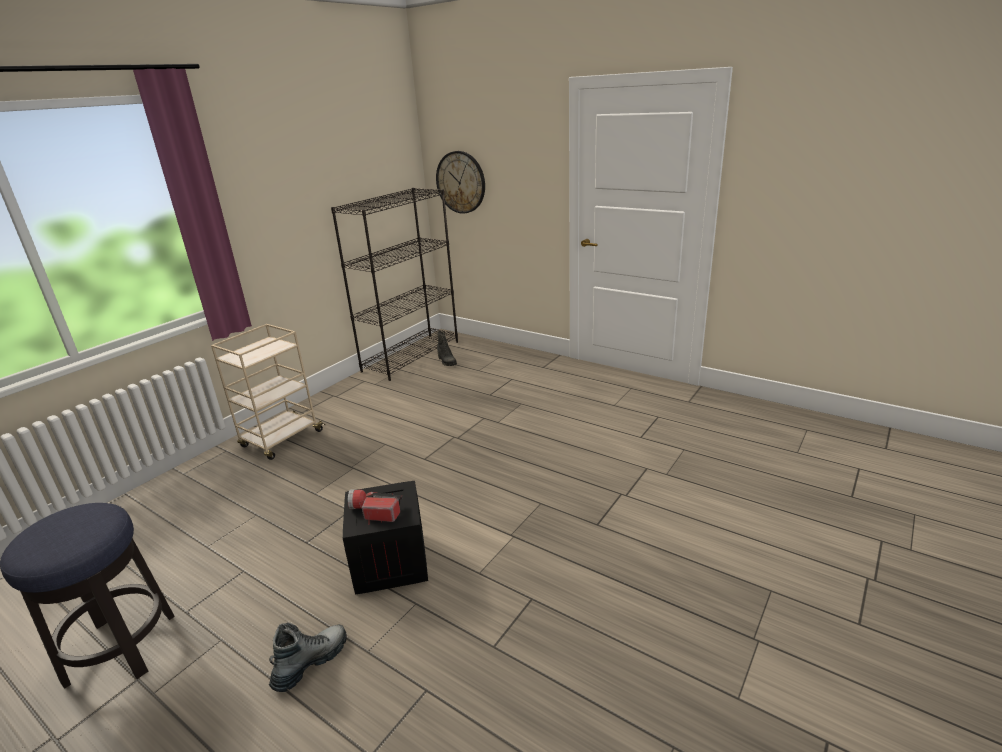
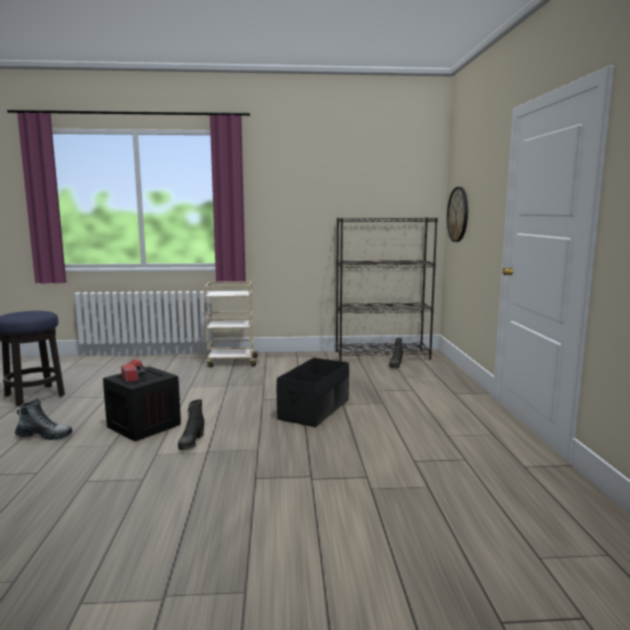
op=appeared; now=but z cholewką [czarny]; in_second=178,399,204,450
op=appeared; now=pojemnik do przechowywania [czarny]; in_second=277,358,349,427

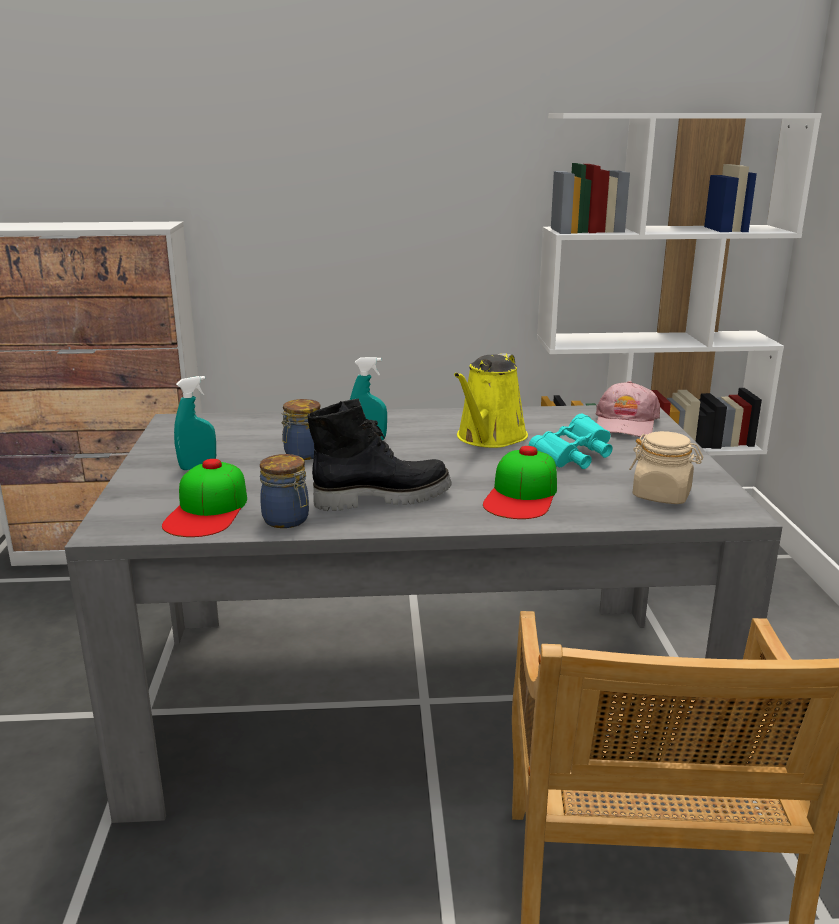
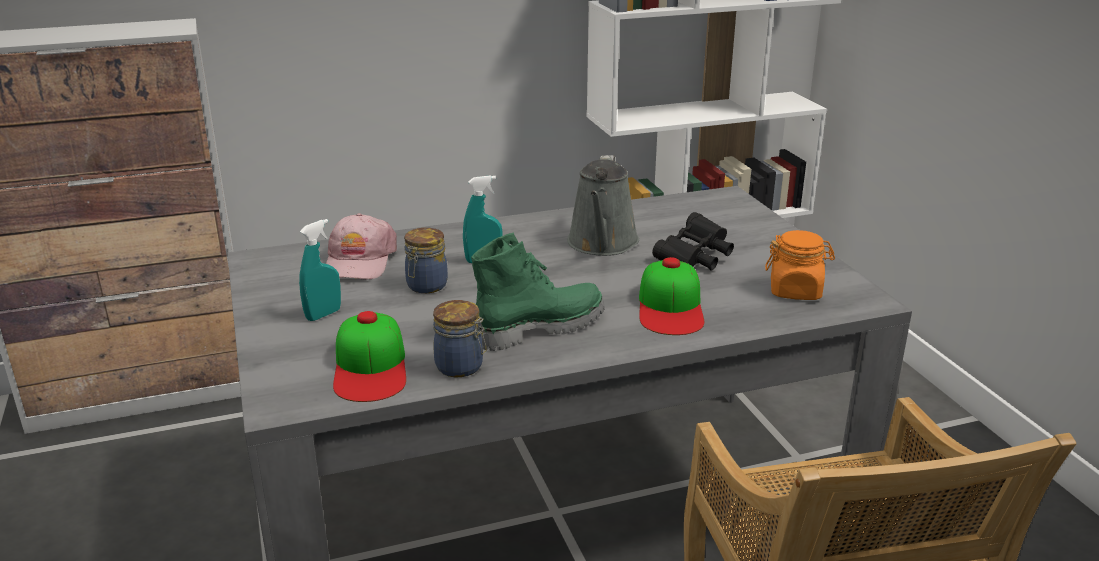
op=relocated; was=czapka z daszkiem [różowy]; in_first=596,381,660,437; in_second=326,213,397,280
op=colour; was=but z cholewką [czarny]; now=but z cholewką [zielony]; in_first=307,398,452,511; in_second=471,232,605,351
op=colour; was=konewka [żółty]; now=konewka [szary]; in_first=454,353,528,448; in_second=567,155,639,256
op=colour; was=lornetka [turkusowy]; now=lornetka [czarny]; in_first=528,413,613,469; in_second=652,212,734,271
op=colour; was=słoik [beżowy]; now=słoik [pomarańczowy]; in_first=629,431,703,504; in_second=765,230,835,300

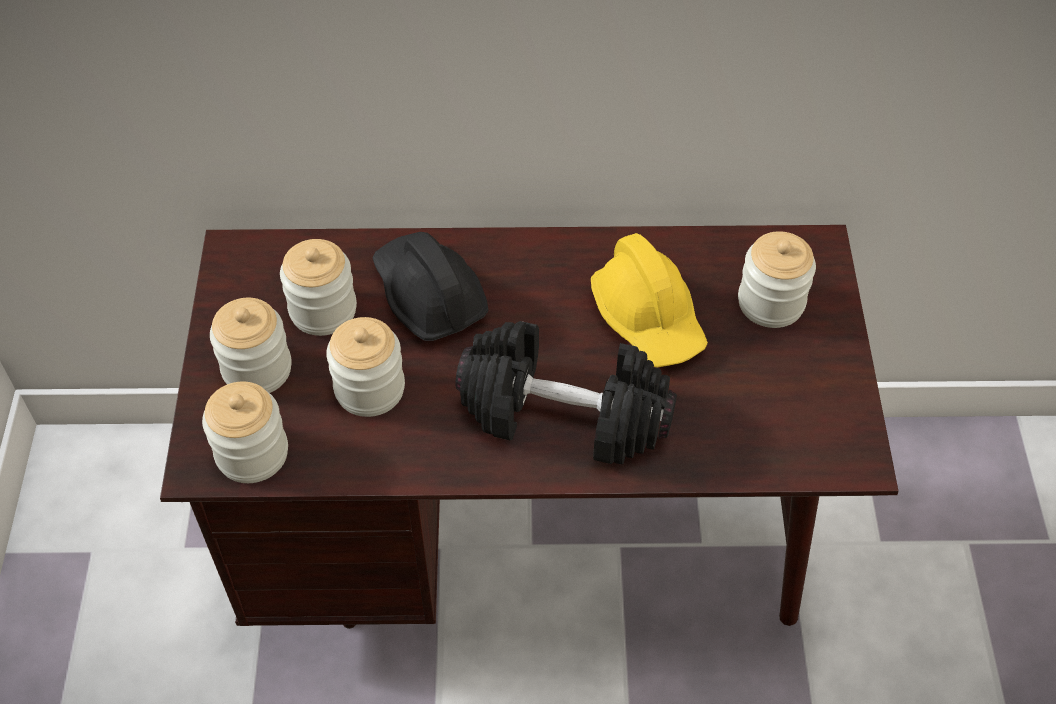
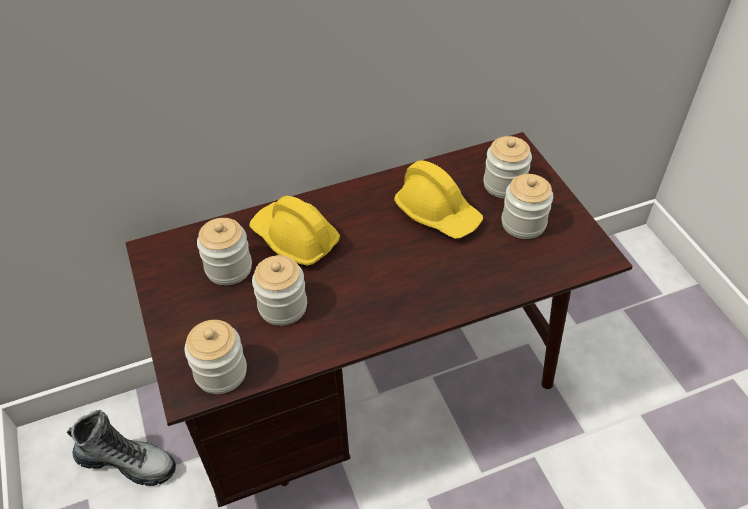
op=appeared; now=but z cholewką; in_second=67,410,176,486
op=colour; was=kask [czarny]; now=kask [żółty]; in_first=373,232,489,341; in_second=249,196,340,267
op=relocated; was=słoik; in_first=210,298,292,393; in_second=501,174,553,239
op=missing; was=hantel [czarny]; in_first=456,321,677,464

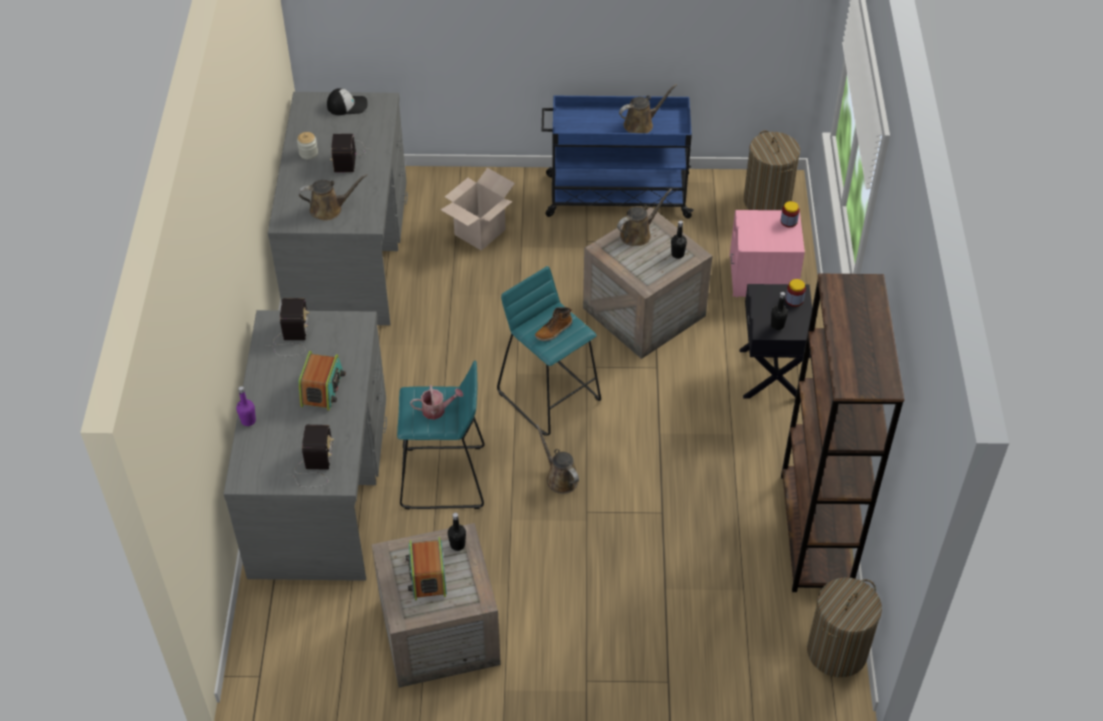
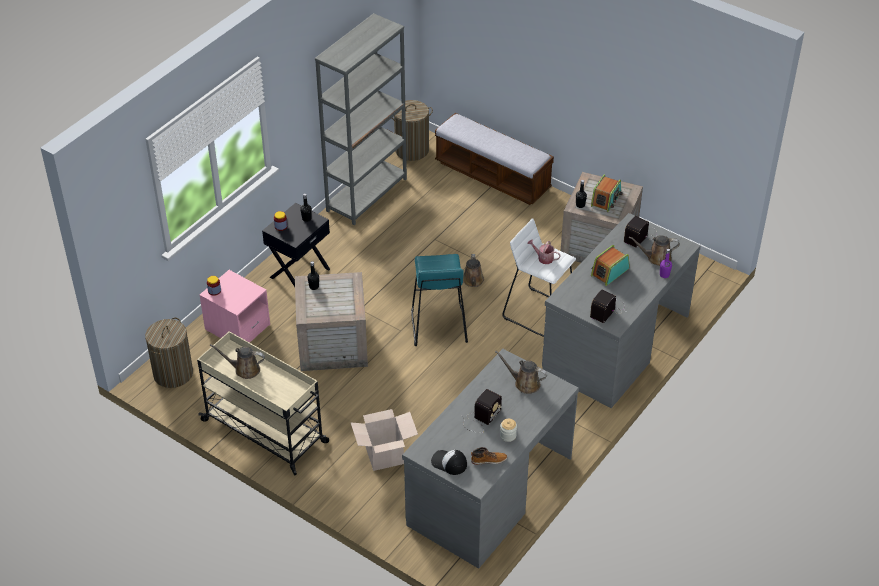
op=colour; was=wózek [niebieski]; now=wózek [beżowy]; in_first=542,96,694,218; in_second=197,331,329,475
op=colour; was=regał [brązowy]; now=regał [szary]; in_first=781,274,905,592; in_second=315,13,407,225
op=appeared; now=ławka; in_second=435,113,554,205
op=relocated; was=but z cholewką; in_first=535,307,572,341; in_second=471,447,507,465
op=colour; was=stołek [turkusowy]; now=stołek [biały]; in_first=397,360,485,510; in_second=502,218,576,337
op=relocated; was=konewka [brązowy]; in_first=617,189,672,246; in_second=629,235,680,266

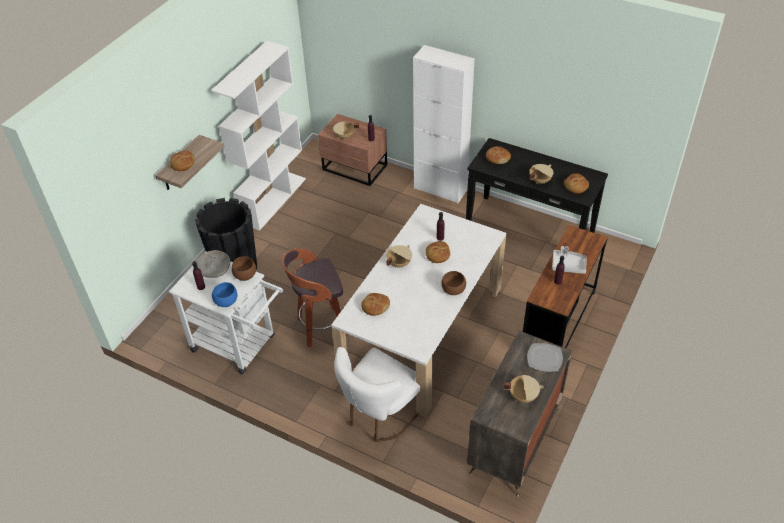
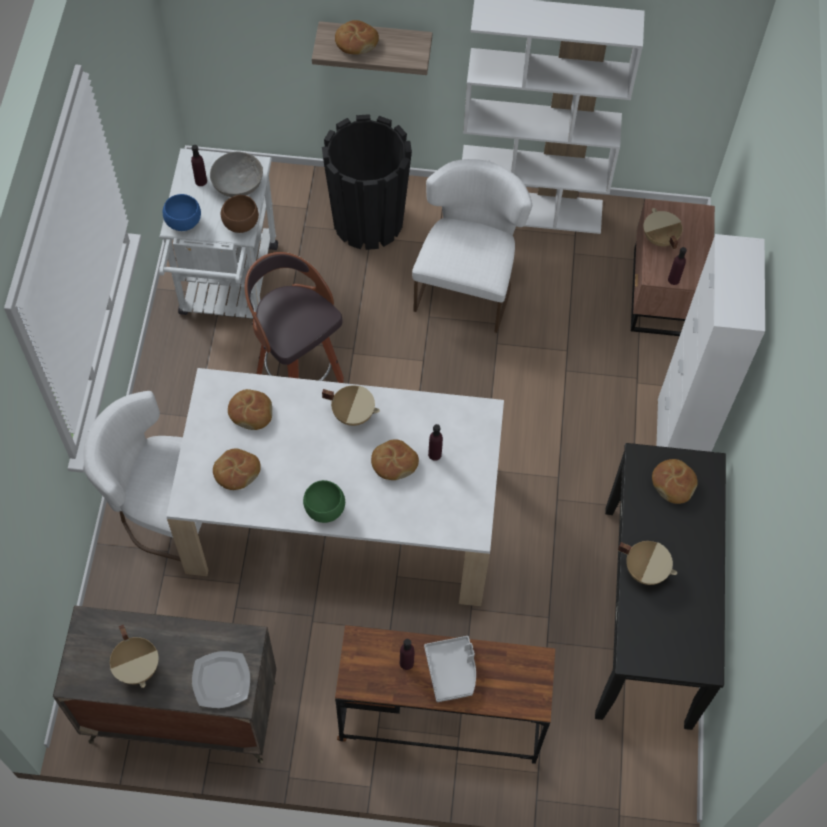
op=relocated; was=chleb; in_first=564,173,589,194; in_second=213,448,261,490
op=colour; was=miska [brązowy]; now=miska [zielony]; in_first=441,271,466,295; in_second=303,480,345,523
op=appeared; now=krzesło [biały]; in_second=412,159,532,333

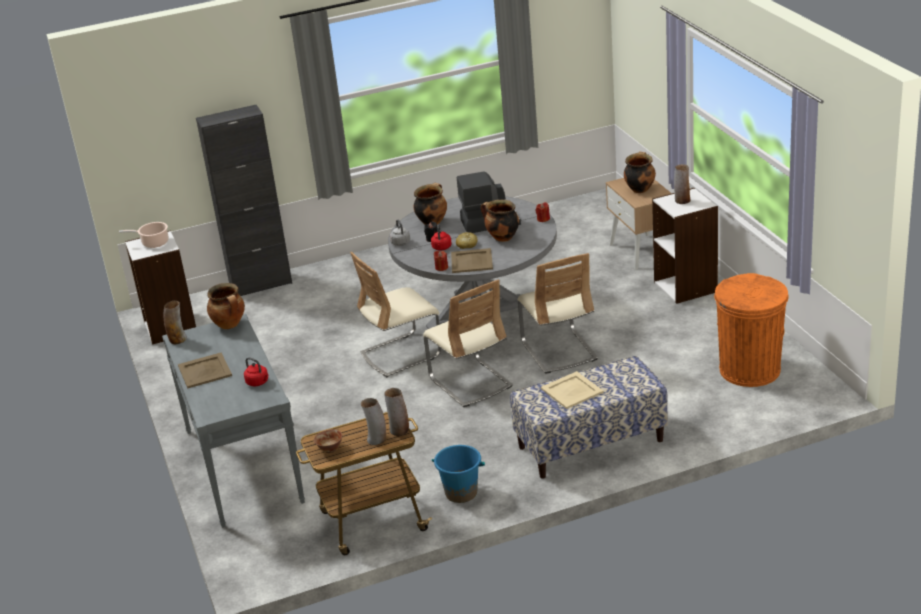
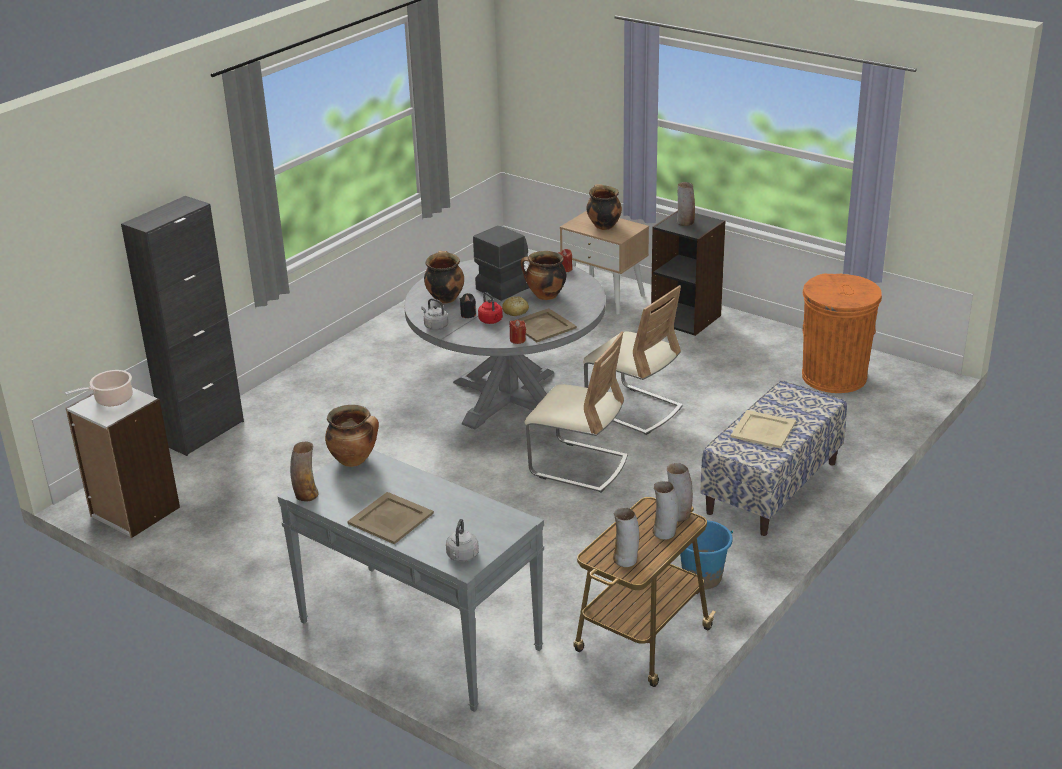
op=appeared; now=czajnik [szary]; in_second=446,519,479,562
op=exchanged; was=miska; now=wazon; in_first=314,429,342,453; in_second=613,508,639,567
op=colour; was=regał [biały]; now=regał [czarny]; in_first=652,188,718,304; in_second=651,210,725,336
op=missing; was=czajnik [czerwony]; in_first=244,357,269,386
op=missing; was=krzesło [beżowy]; in_first=350,252,441,377

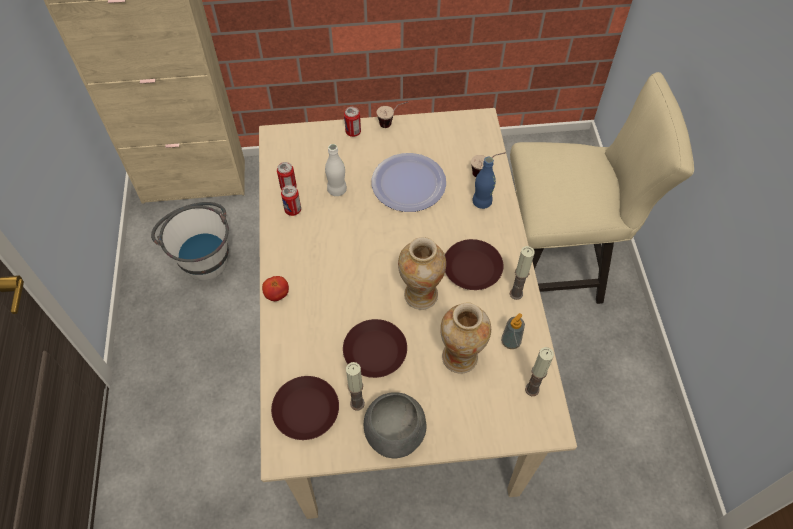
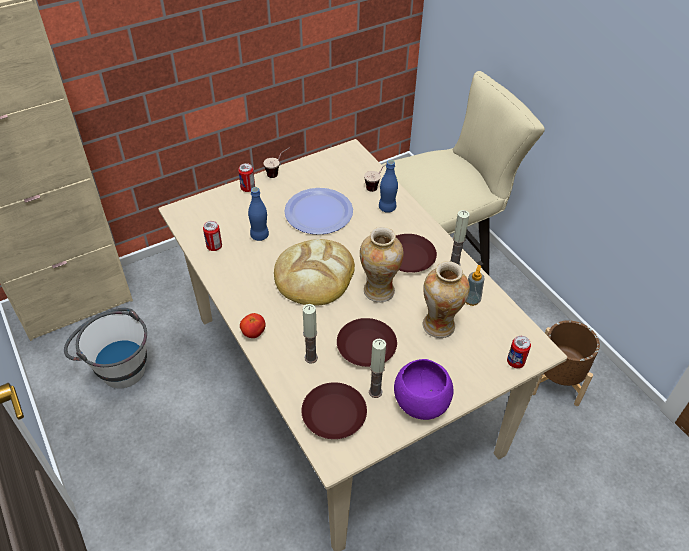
op=colour; was=butelka [biały]; now=butelka [niebieski]; in_first=325,144,347,196; in_second=248,187,269,241
op=appeared; now=chleb; in_second=274,239,355,306
op=relocated; was=świeca; in_first=525,347,554,396; in_second=303,304,318,363
op=colour; was=miska [szary]; now=miska [fioletowy]; in_first=364,392,427,458; in_second=394,359,453,420
op=relocated; was=puszka; in_first=281,185,301,216; in_second=507,336,531,368
op=appeared; now=donica [brązowy]; in_second=532,320,600,406

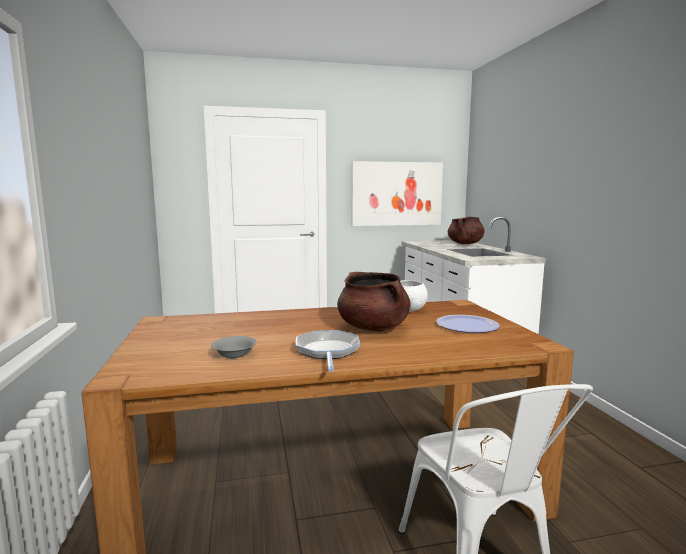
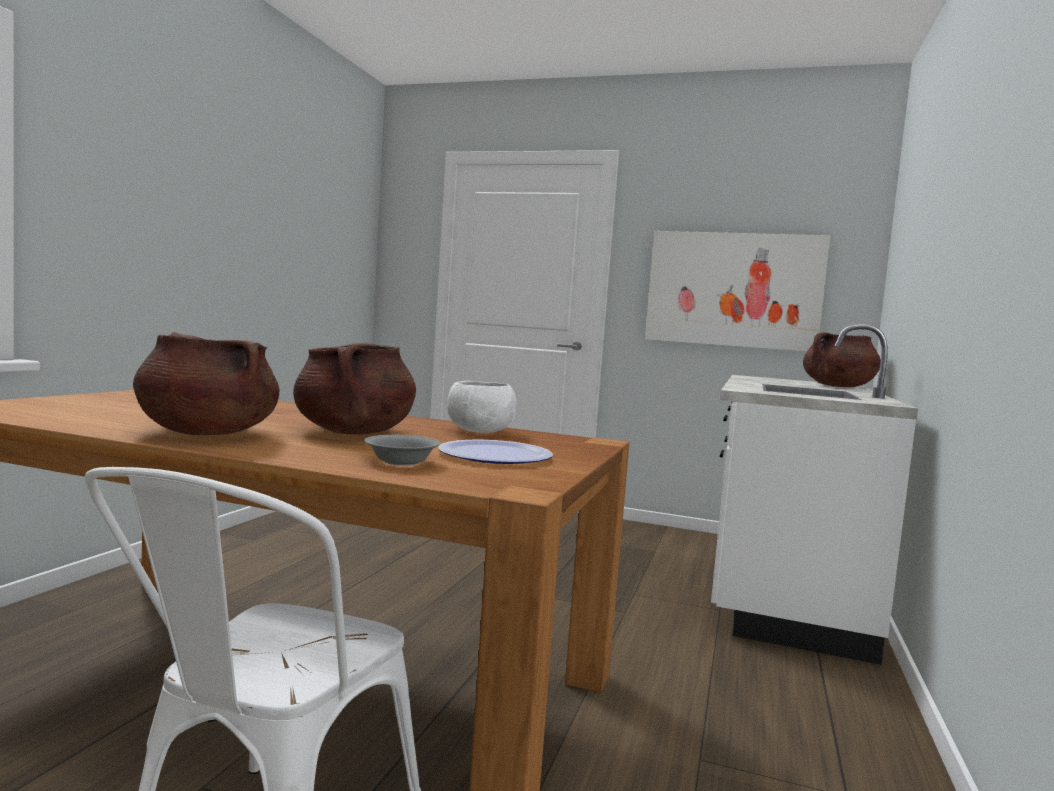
op=exchanged; was=patelnia; now=garnek [brązowy]; in_first=296,330,360,371; in_second=133,332,279,435
op=relocated; was=miska [szary]; in_first=211,336,257,359; in_second=364,435,441,466

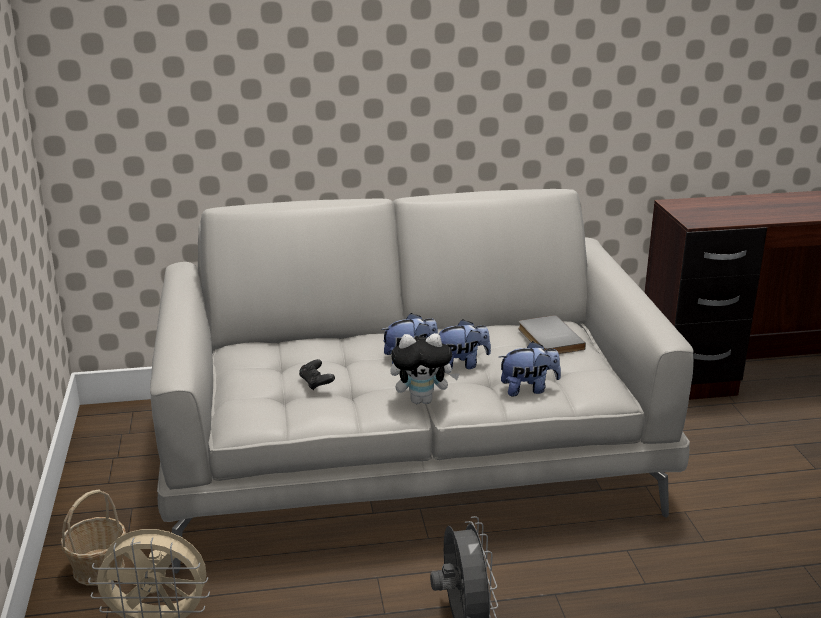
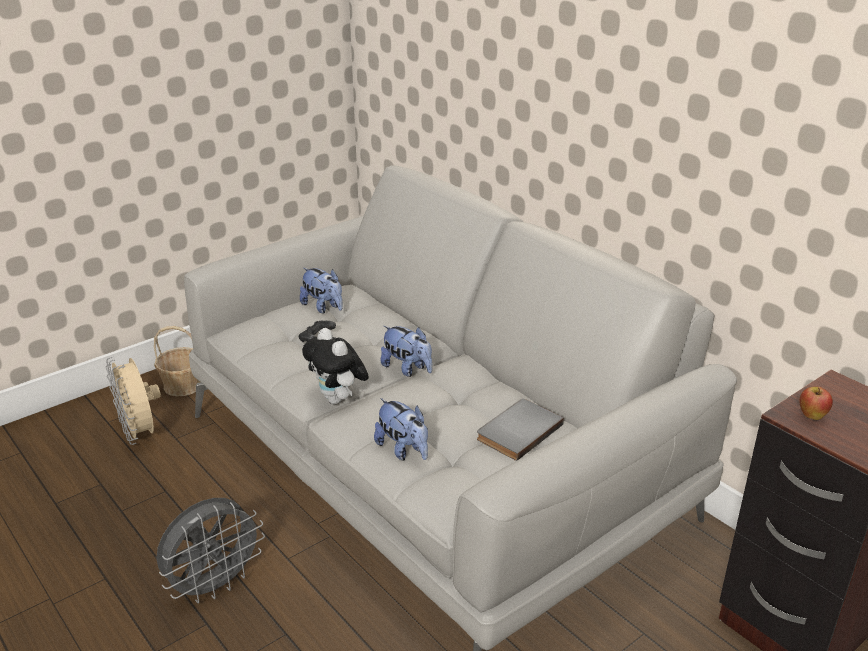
op=relocated; was=pluszak; in_first=438,319,491,373; in_second=300,268,343,314
op=appeared; now=jabłko; in_second=799,387,833,420

